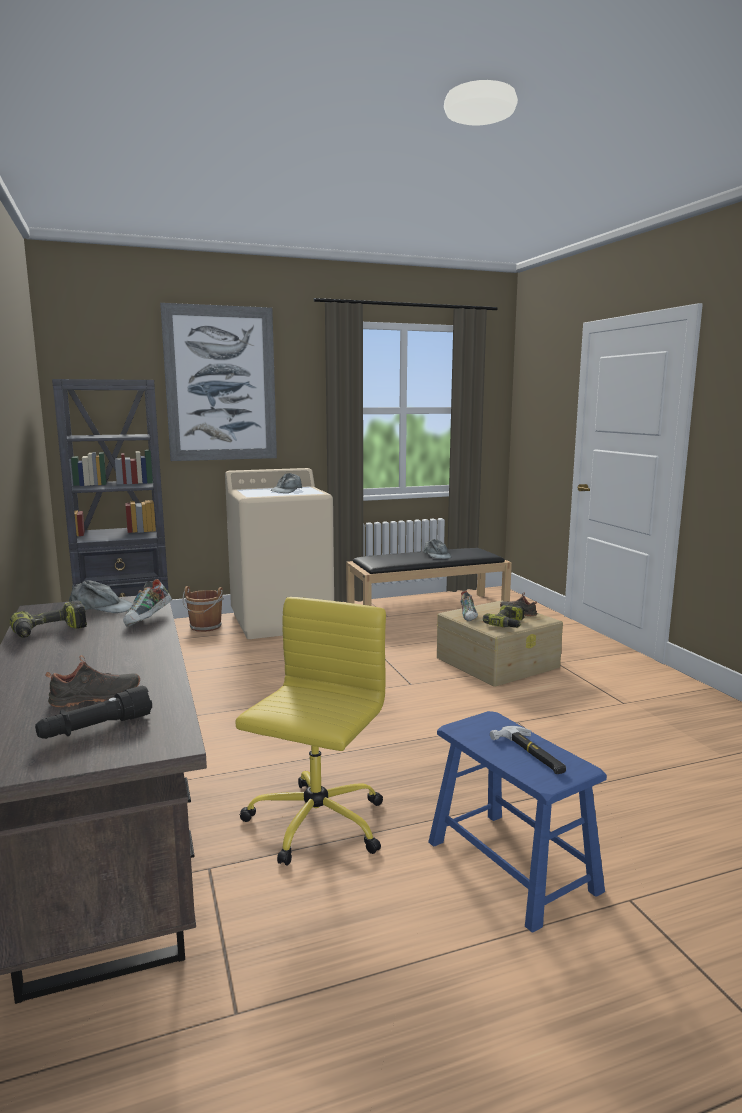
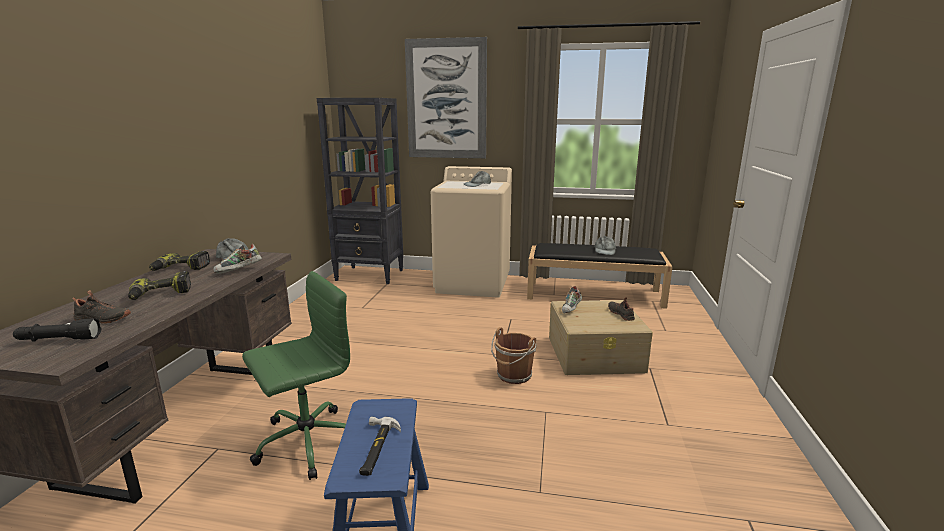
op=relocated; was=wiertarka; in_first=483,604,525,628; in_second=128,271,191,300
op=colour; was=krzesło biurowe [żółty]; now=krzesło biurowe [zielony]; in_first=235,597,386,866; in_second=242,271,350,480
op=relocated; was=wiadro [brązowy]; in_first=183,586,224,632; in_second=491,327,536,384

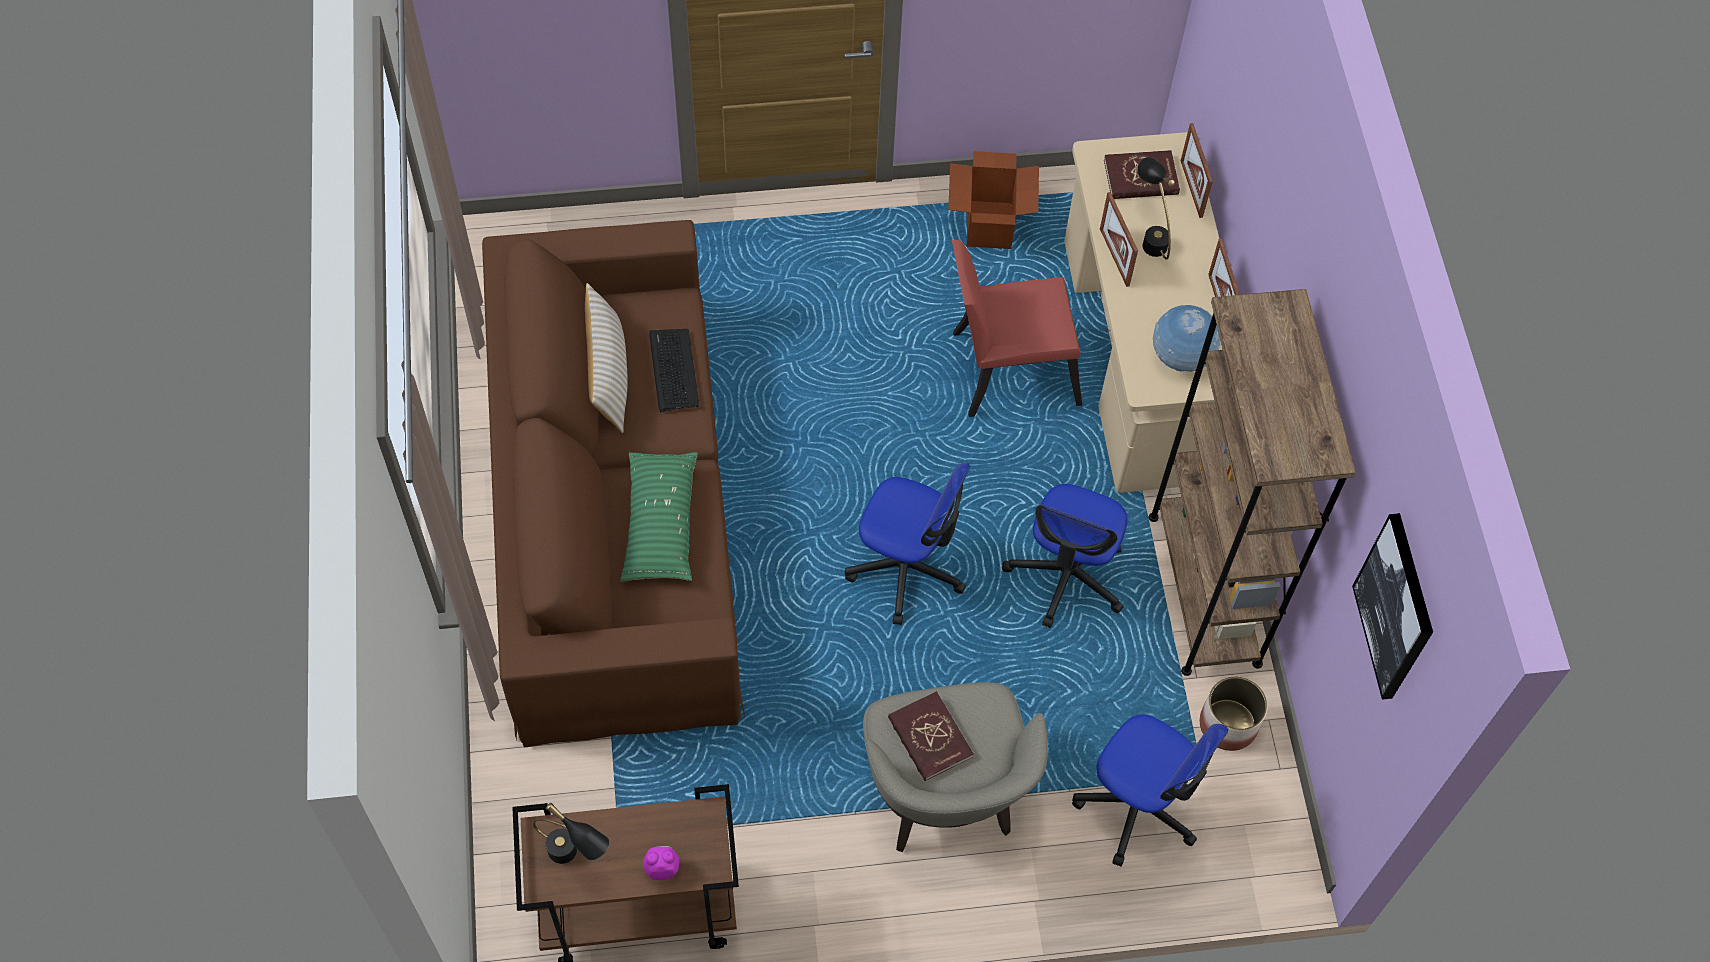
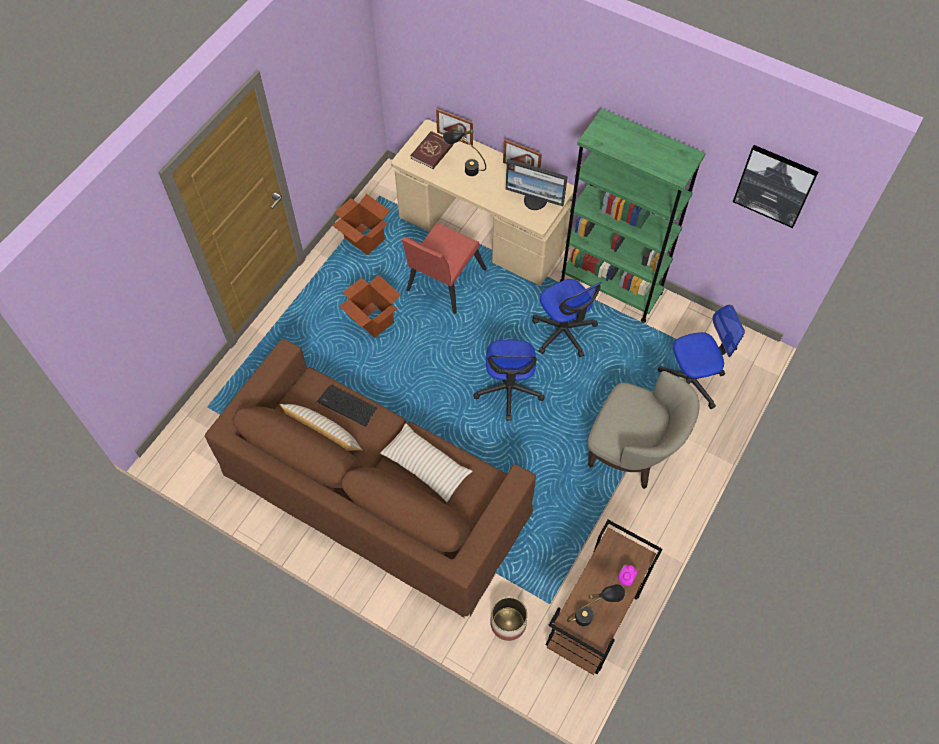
op=appeared; now=karton; in_second=339,275,401,338
op=colour; was=poduszka [zielony]; now=poduszka [beżowy]; in_first=620,452,698,581; in_second=380,423,473,502
op=spun; was=krzesło biurowe; in_first=845,463,970,625; in_second=473,340,545,421; clockwise=120
op=relocated; was=donica; in_first=1200,676,1268,751; in_second=490,597,528,641
op=exchanged; was=globus; now=monitor; in_first=1153,305,1221,372; in_second=505,159,568,210
op=colour; was=regał [brązowy]; now=regał [zielony]; in_first=1149,289,1356,676; in_second=560,108,706,323
op=missing; was=książka [czerwony]; in_first=888,691,974,781
op=missing; was=ramka na zdjęcie; in_first=1100,192,1138,287

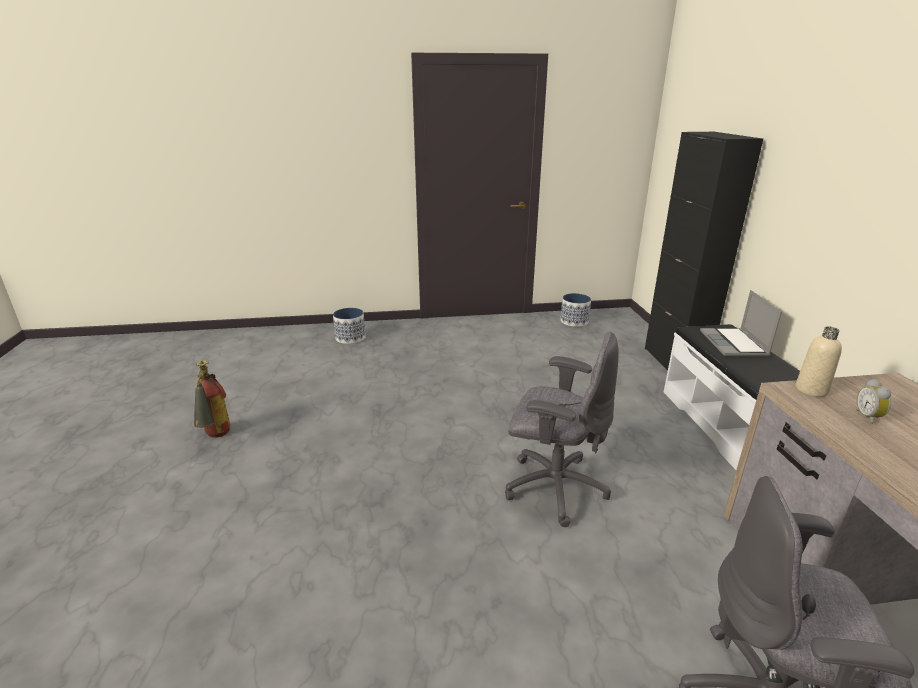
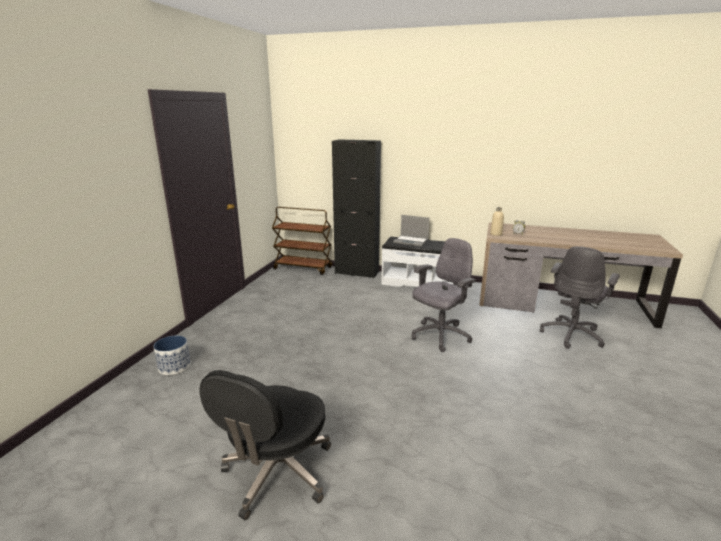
op=exchanged; was=gaśnica; now=krzesło biurowe [czarny]; in_first=194,360,230,438; in_second=199,370,331,520
op=appeared; now=wózek [brązowy]; in_second=272,207,333,275
op=missing; was=donica; in_first=560,293,591,327

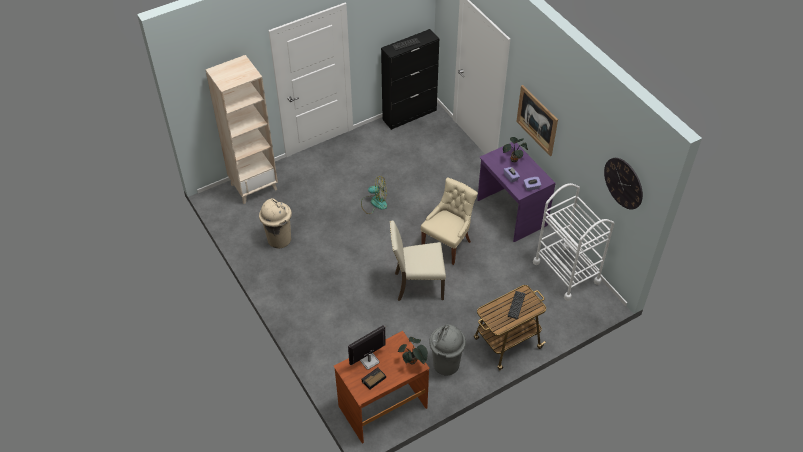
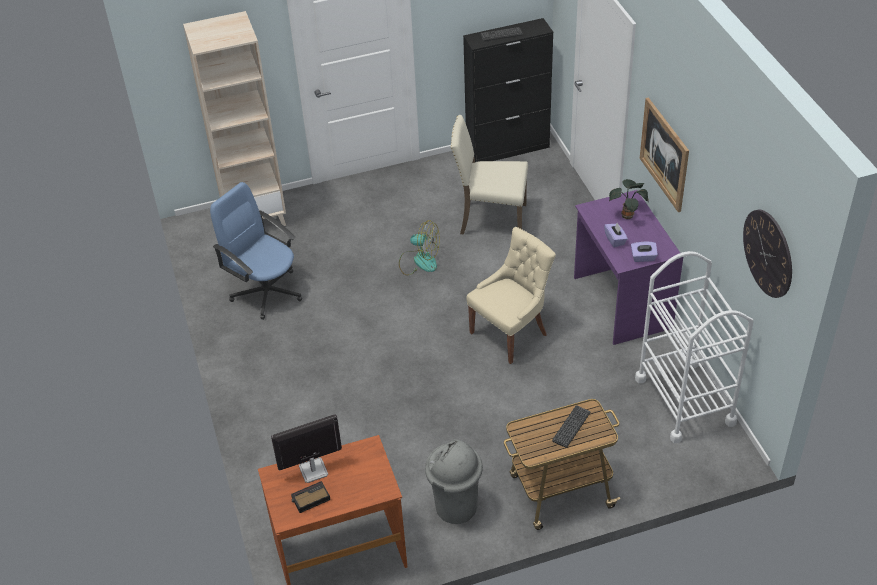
op=exchanged; was=kosz na śmieci [beżowy]; now=krzesło biurowe [niebieski]; in_first=259,198,292,248; in_second=210,182,302,320
op=relocated; was=krzesło [beżowy]; in_first=390,220,446,301; in_second=450,115,528,234
op=missing; was=roślina doniczkowa; in_first=398,337,428,365

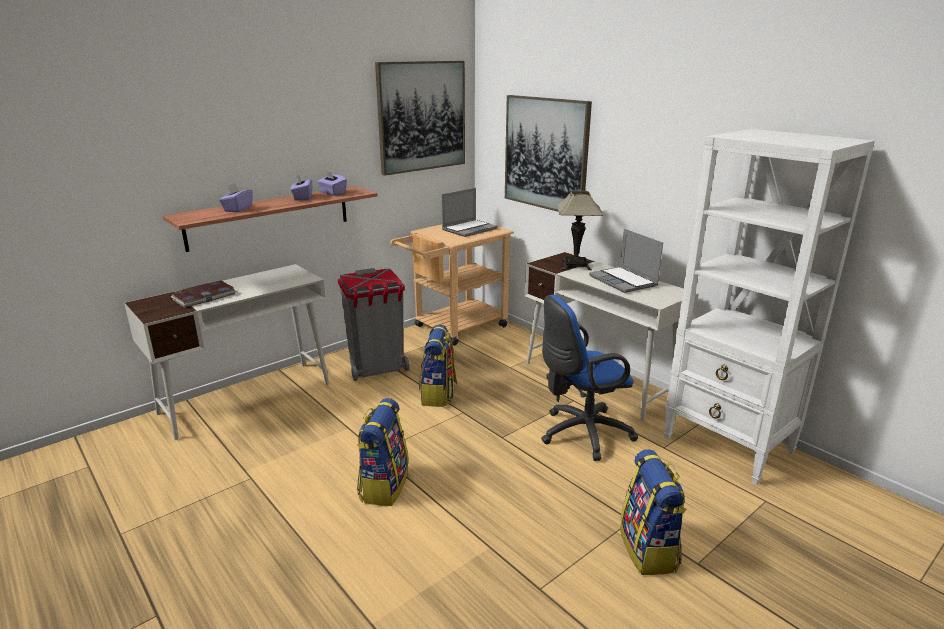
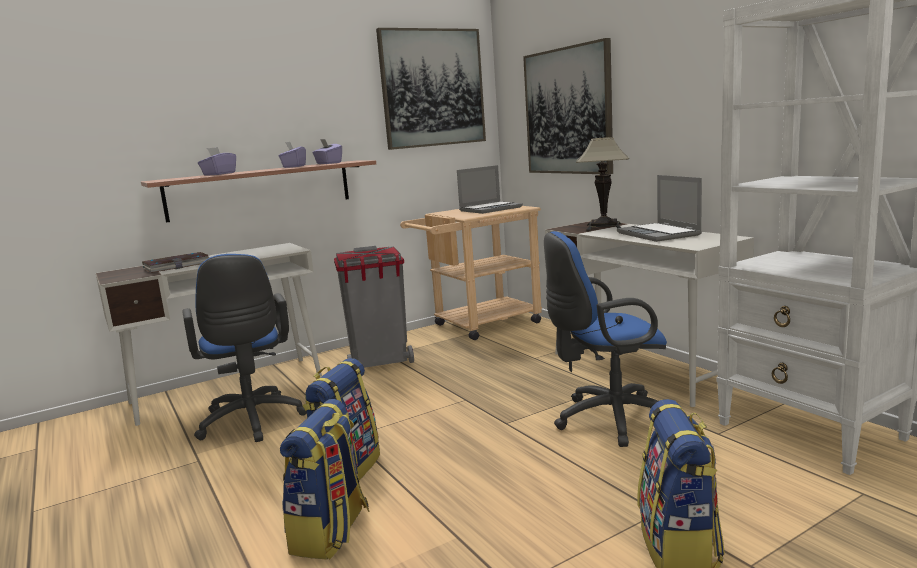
op=appeared; now=krzesło biurowe [niebieski]; in_second=182,254,307,442
op=relocated; was=plecak; in_first=419,324,457,407; in_second=280,399,370,559

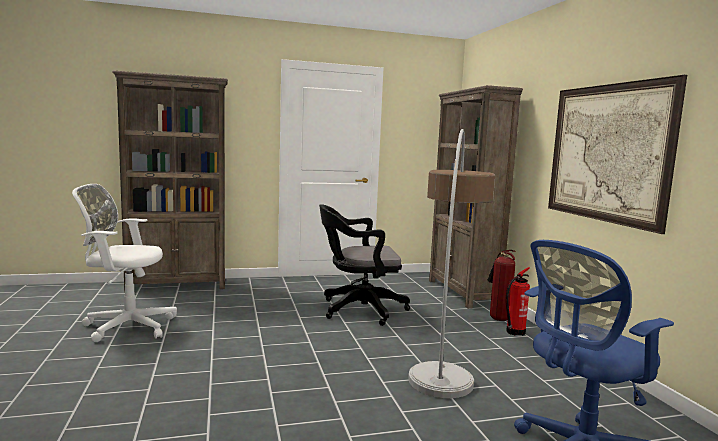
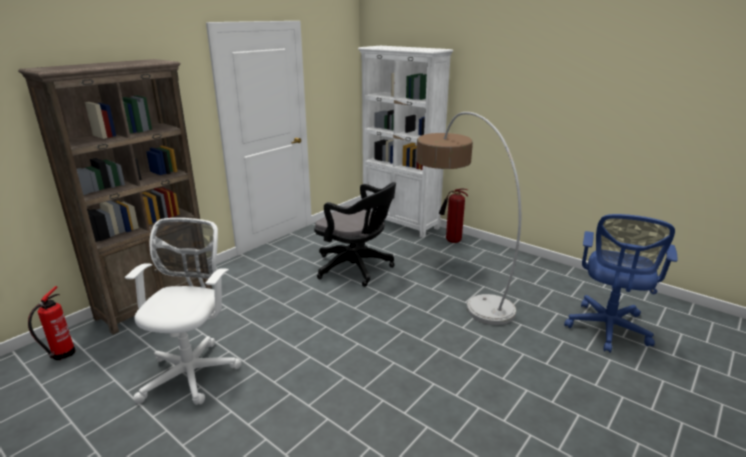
op=relocated; was=gaśnica; in_first=506,267,530,335; in_second=28,286,76,360
op=spun; was=krzesło biurowe [biały]; in_first=72,184,177,342; in_second=125,218,242,405; clockwise=135
op=spun; was=krzesło biurowe [czarny]; in_first=319,204,410,326; in_second=314,182,396,287; clockwise=-105
op=colour; was=regał [brązowy]; now=regał [biały]; in_first=429,85,523,309; in_second=358,46,453,238
op=missing; was=obraz; in_first=548,75,687,234

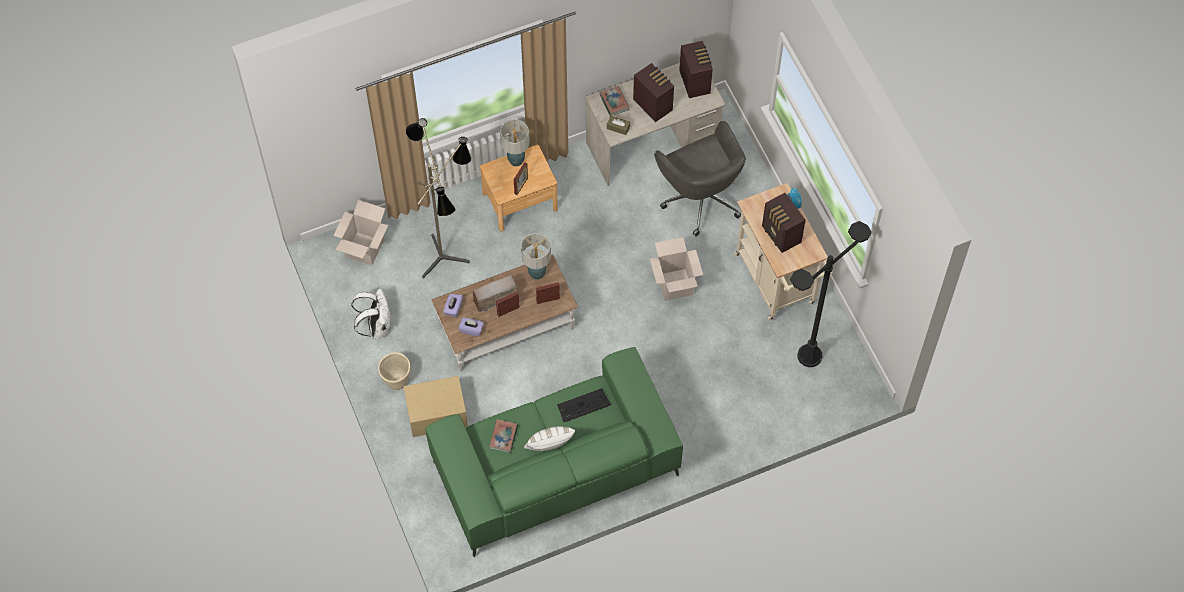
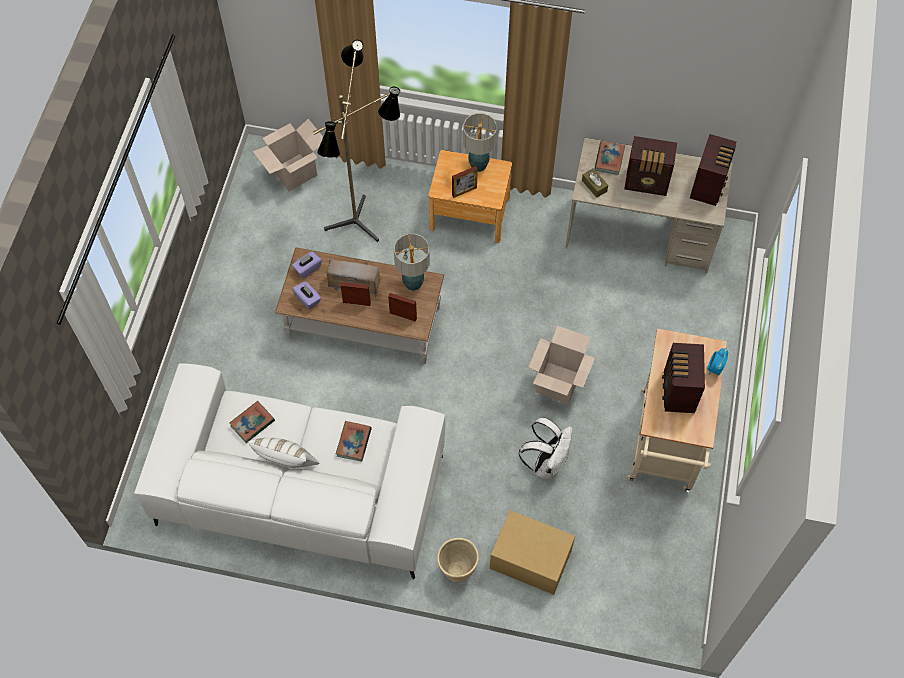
op=colour; was=kanapa [zielony]; now=kanapa [biały]; in_first=425,347,683,557; in_second=134,363,446,579
op=exchanged; was=klawiatura; now=książka; in_first=557,388,611,422; in_second=336,421,372,462
op=relocated; was=donica [beżowy]; in_first=378,352,411,390; in_second=437,538,479,583
op=relocated; was=karton; in_first=403,376,468,437; in_second=490,510,575,595
op=relocated; was=plecak [biały]; in_first=351,289,391,338; in_second=518,417,572,479
op=spun; was=radio; in_first=633,63,674,122; in_second=624,136,677,196; clockwise=105
op=missing; was=krzesło biurowe [szary]; in_first=654,121,746,236
op=missing; was=lampa stojąca [czarny]; in_first=790,221,872,367

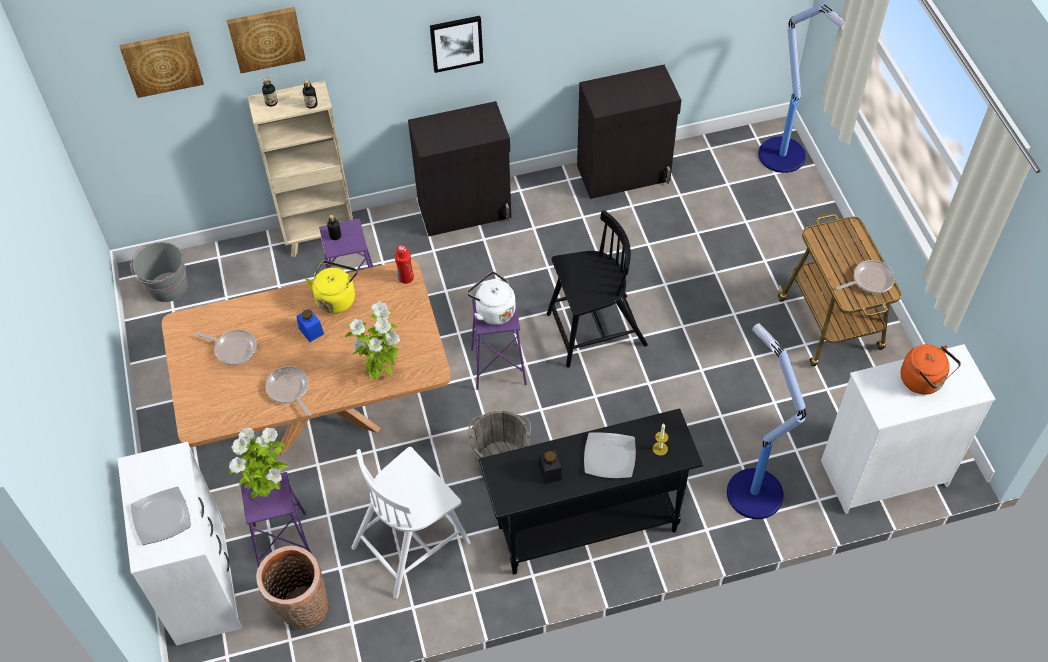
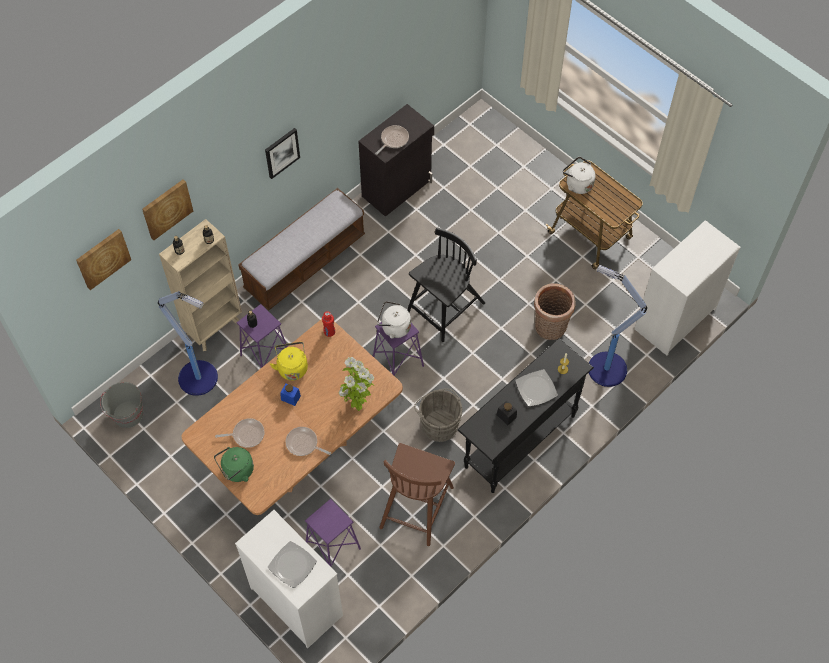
op=relocated; was=lampa stojąca; in_first=758,2,845,173; in_second=158,291,218,396
op=appeared; now=czajnik [zielony]; in_second=214,447,254,482
op=exchanged; was=szafka [czarny]; now=ławka; in_first=408,101,511,237; in_second=238,188,365,311
op=relocated; was=patelnia; in_first=836,260,895,293; in_second=375,125,409,155
op=colour; was=krzesło [biały]; now=krzesło [brązowy]; in_first=351,447,471,599; in_second=379,443,455,546
op=relocated; was=koszyk; in_first=256,546,329,630; in_second=534,283,576,340
op=appeared; now=czajnik [biały]; in_second=563,157,596,194
op=missing; was=roślina doniczkowa; in_first=229,428,288,499
op=missing; was=czajnik [pomarańczowy]; in_first=900,344,961,395

